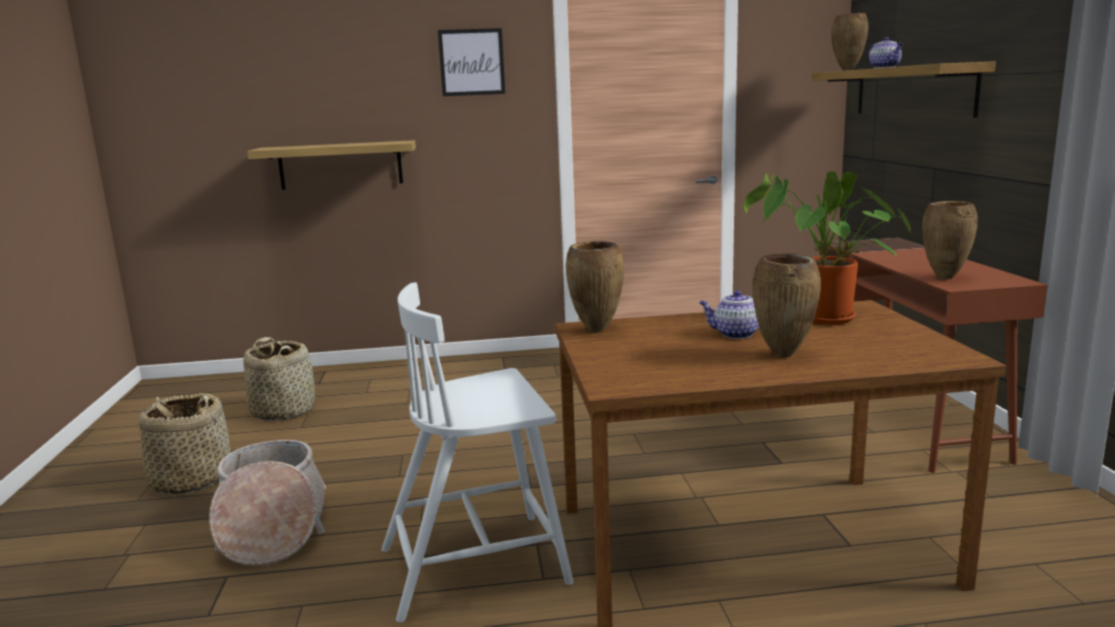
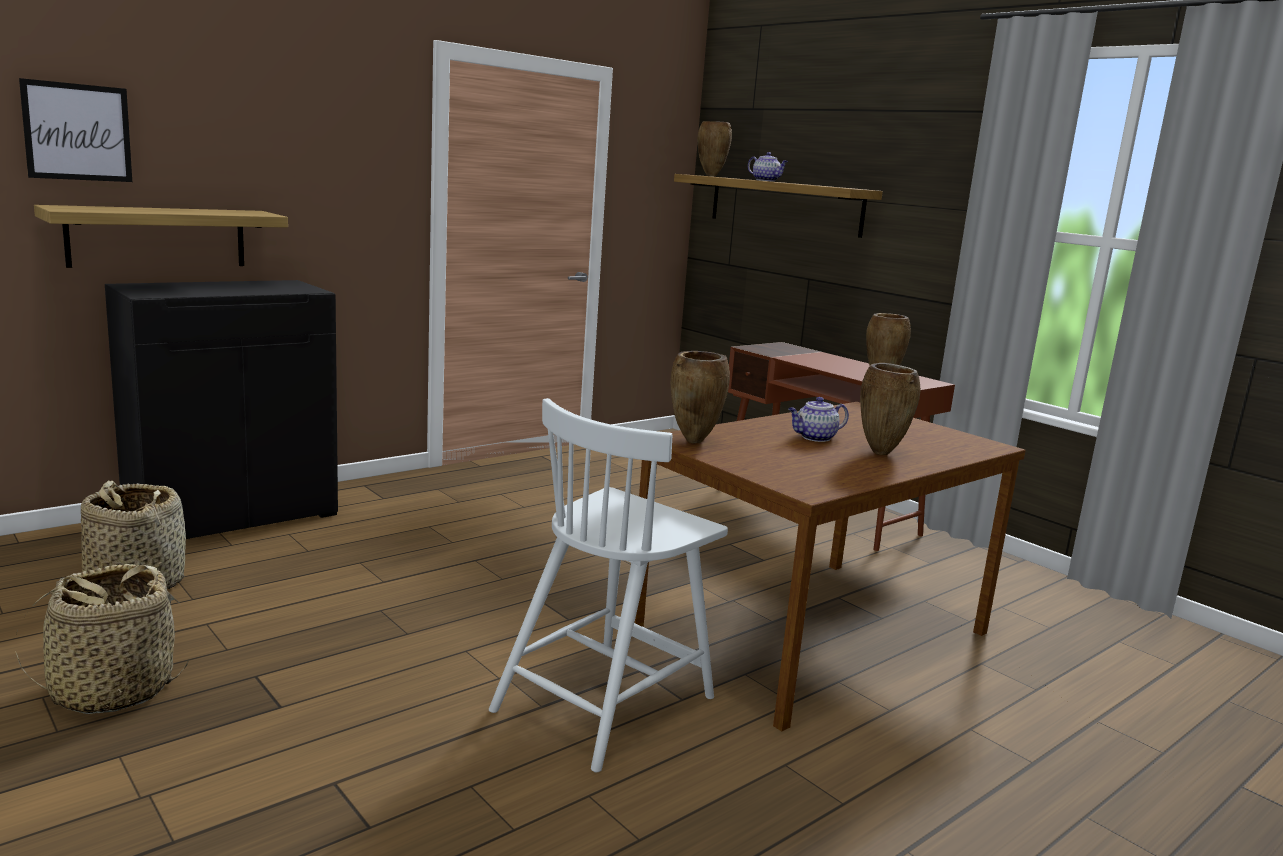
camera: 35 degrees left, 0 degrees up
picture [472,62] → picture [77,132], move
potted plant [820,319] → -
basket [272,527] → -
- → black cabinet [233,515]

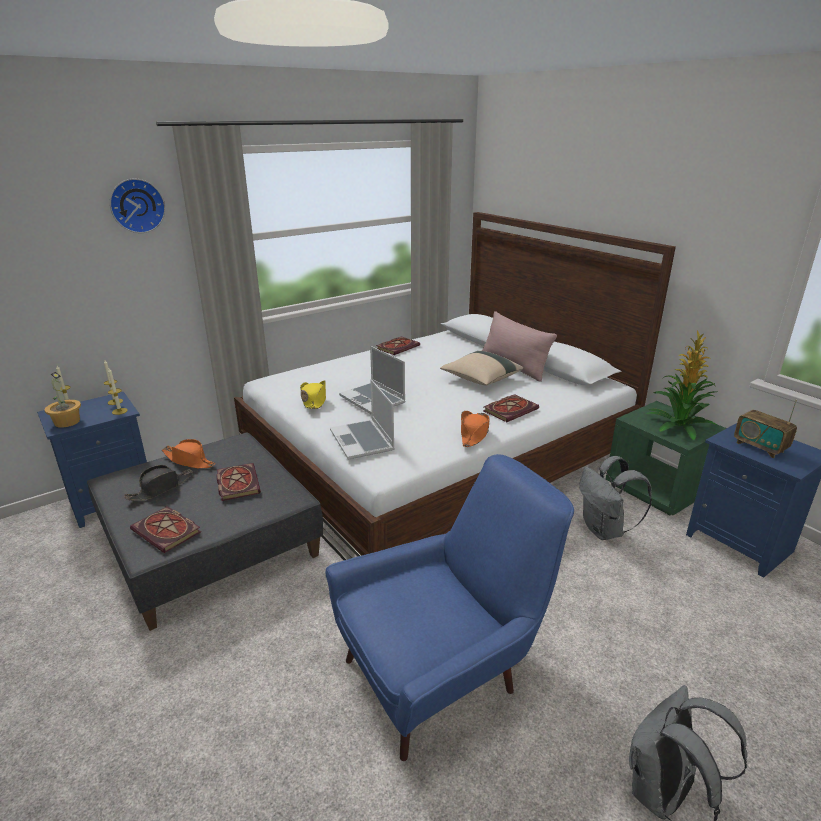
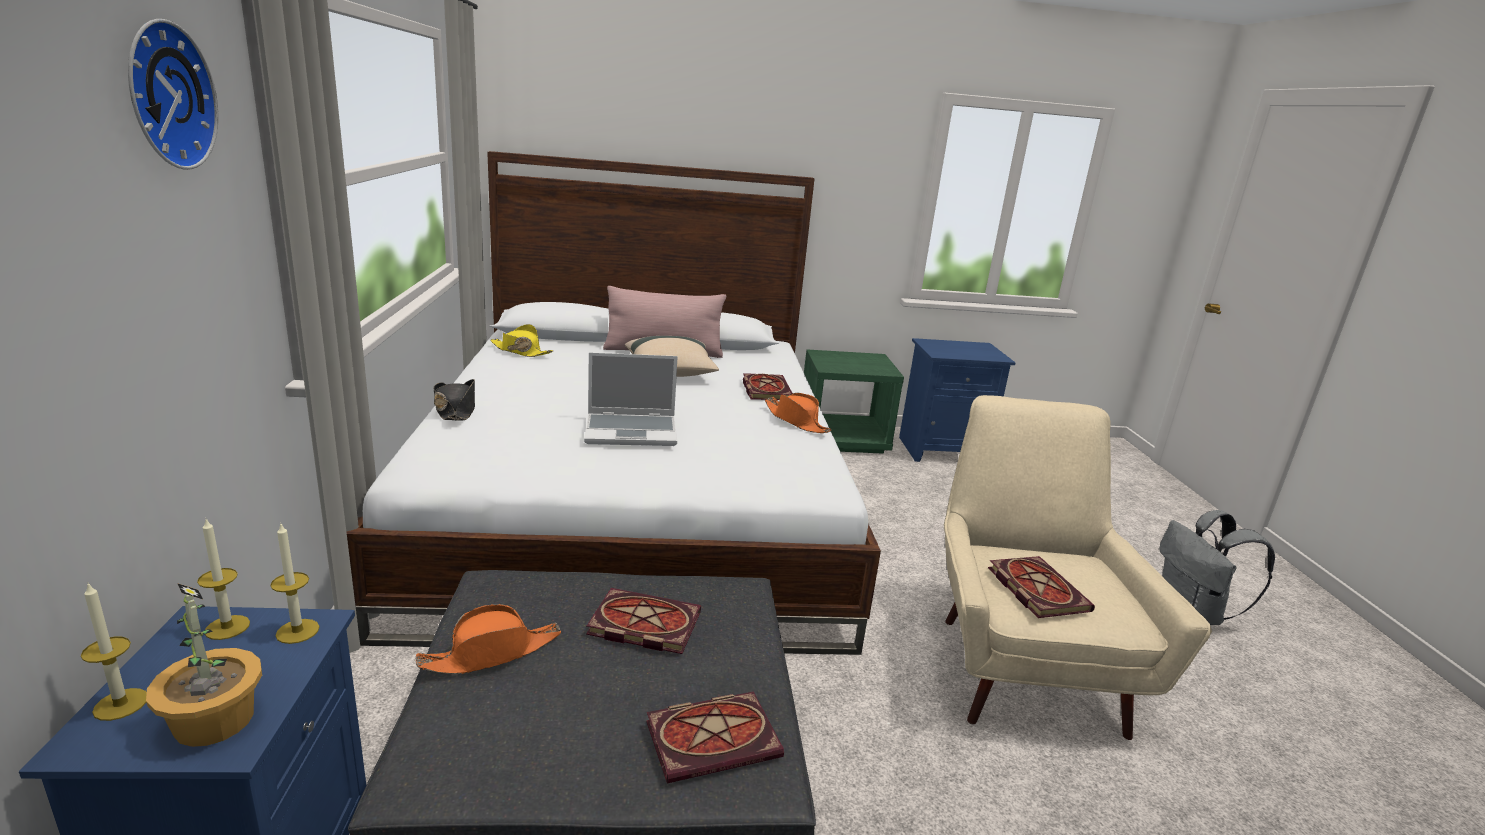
camera: 60 degrees left, 5 degrees down
potted plant [678,425] → -
book [398,347] → book [1034,588], move
laptop [363,441] → -
yellow hat [314,400] → yellow hat [520,351], move
radio [760,447] → -
blue armchair [444,671] → beige armchair [1019,660]
grey backpack [605,530] → -
black hat [161,488] → black hat [456,410], move

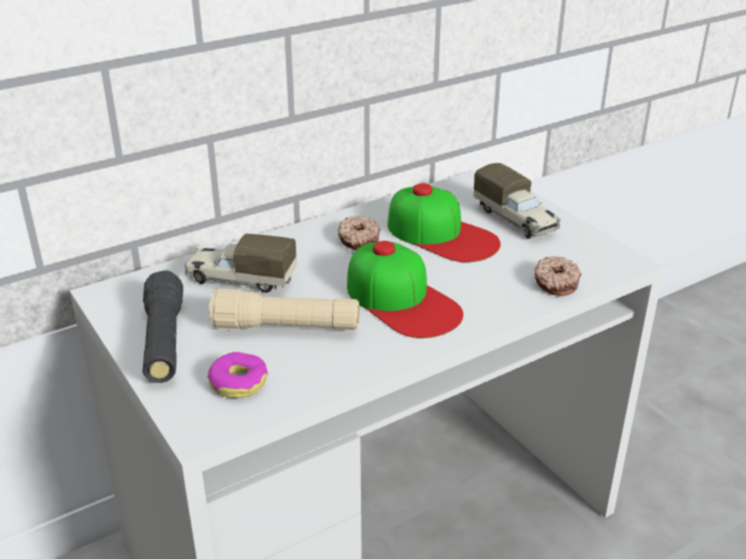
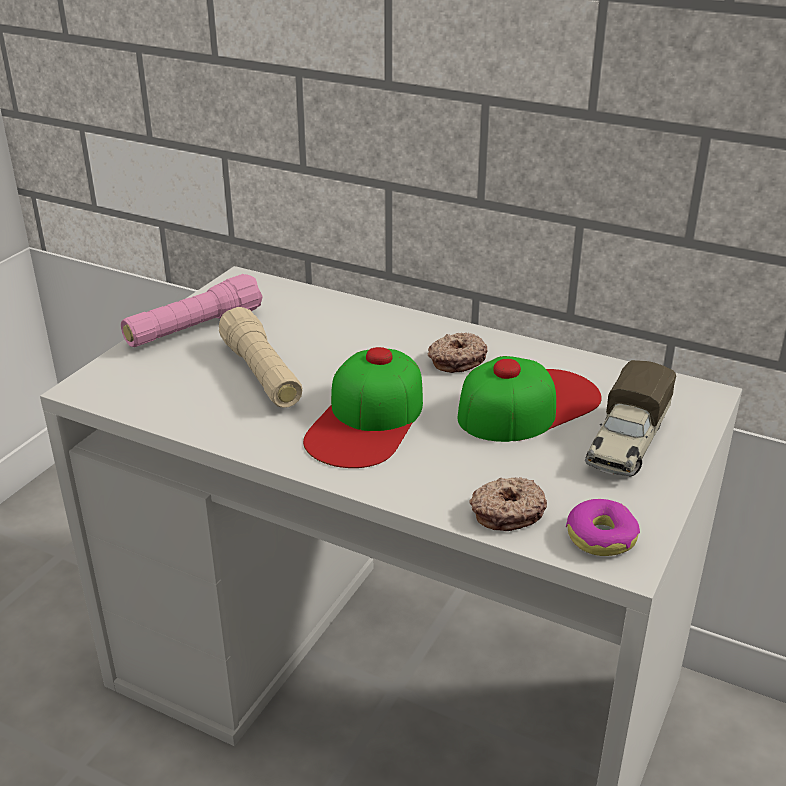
camera: 60 degrees right, 0 degrees up
cap [442,234] → cap [528,404], 135 degrees counterclockwise
toy truck [240,279] → -
black flashlight [164,341] → pink flashlight [194,328]
donut [238,382] → donut [601,536], move

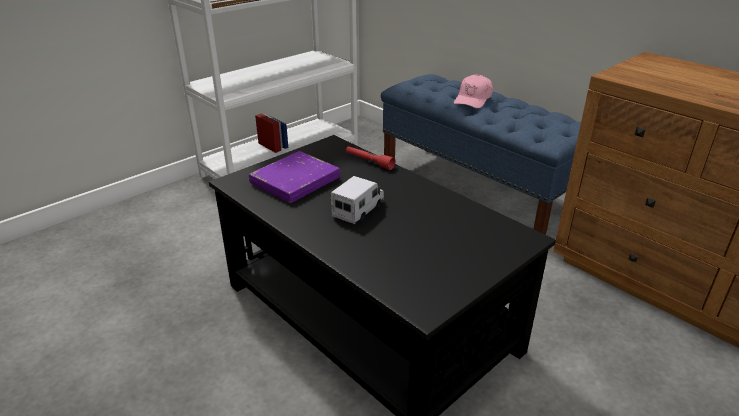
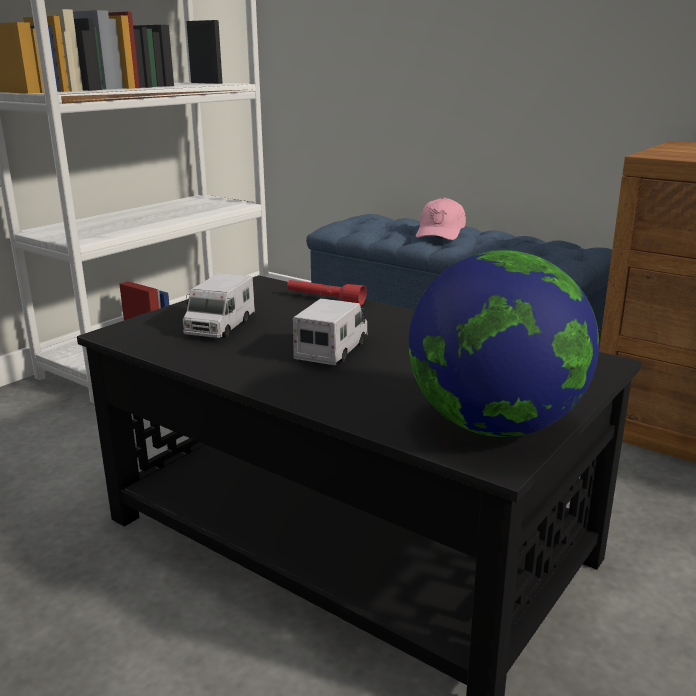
camera: 10 degrees left, 10 degrees down
purple book [295,181] → toy truck [220,326]
- → globe [495,426]

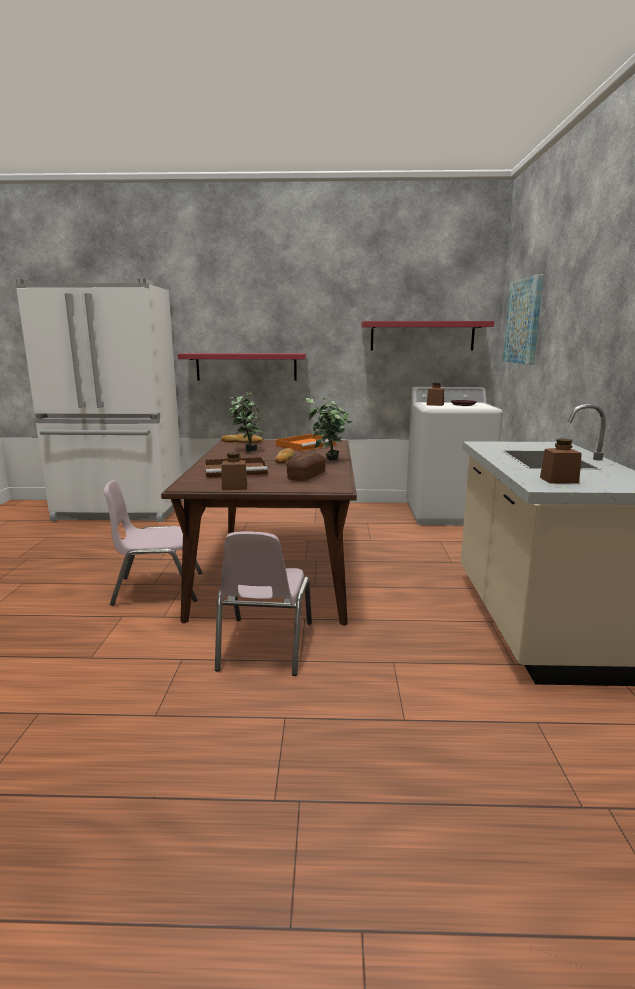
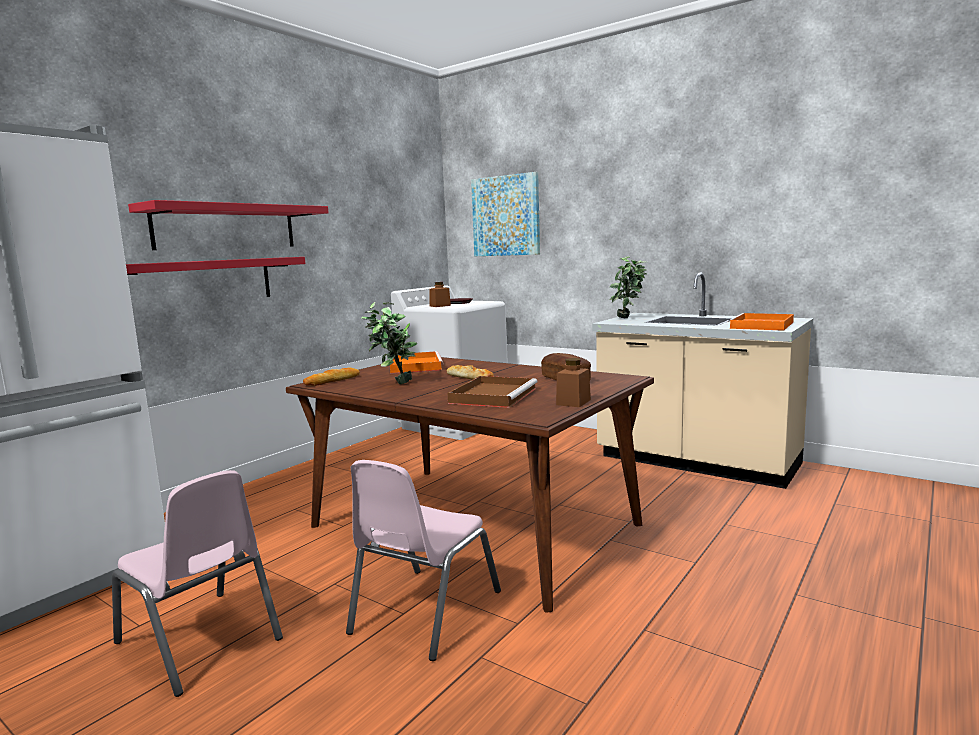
camera: 55 degrees left, 5 degrees down
red shelf [422,336] → red shelf [226,227], move
potted plant [328,461] → potted plant [628,318], move
brown jar [559,480] → orange tray [762,325]
pink chair [264,646] → pink chair [200,641], move

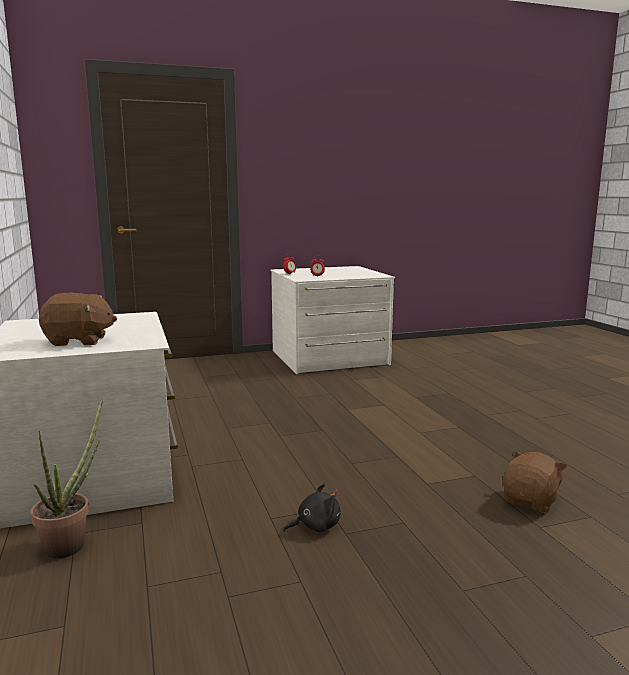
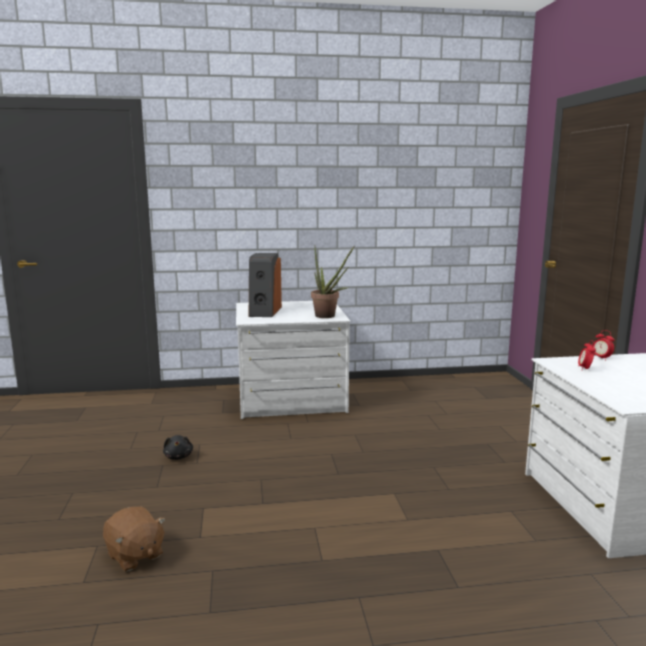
camera: 100 degrees right, 0 degrees up
brown plush toy [79,341] → speaker [264,311]
potted plant [71,543] → potted plant [328,316], move

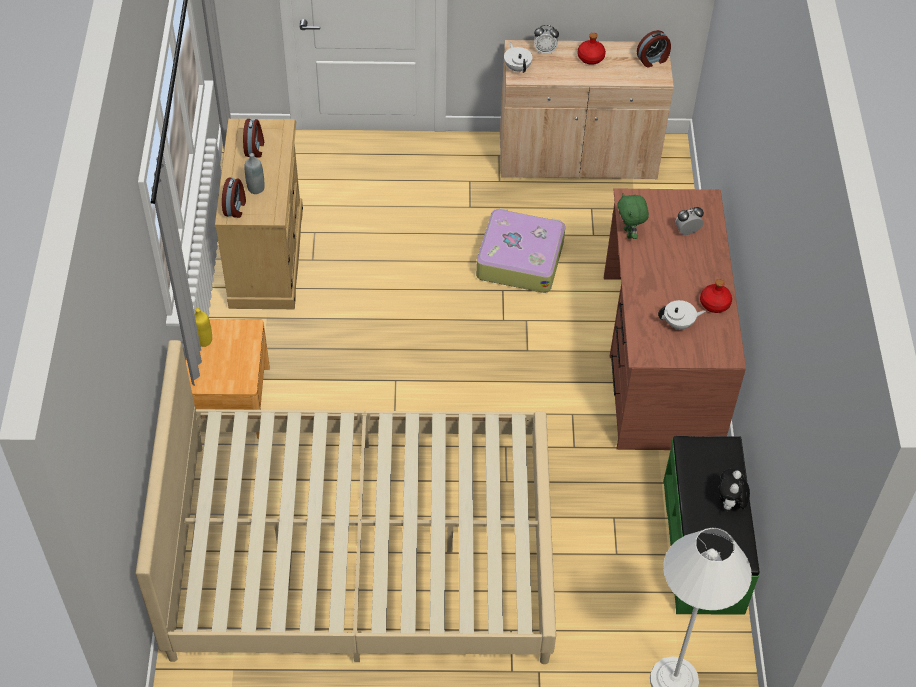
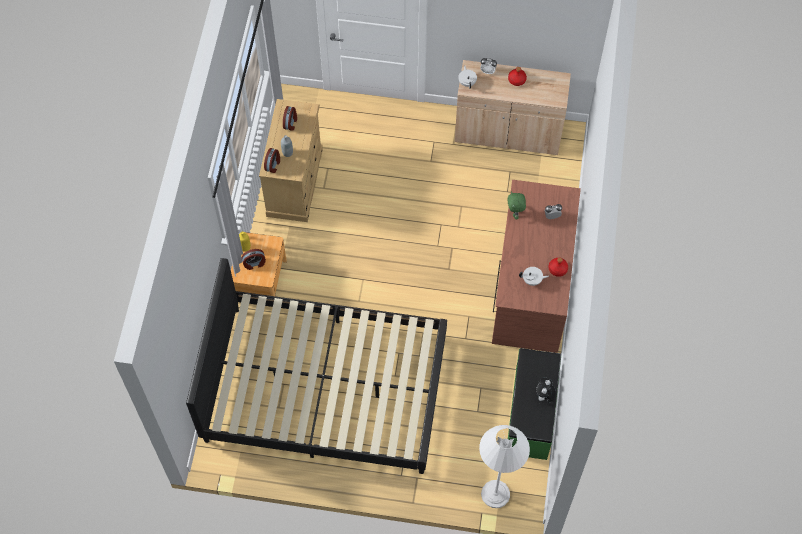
camera: 10 degrees right, 10 degrees up
alarm clock [653,60] → alarm clock [254,264], move
suitcase [519,259] → -
beige bed [361,549] → black bed [325,388]

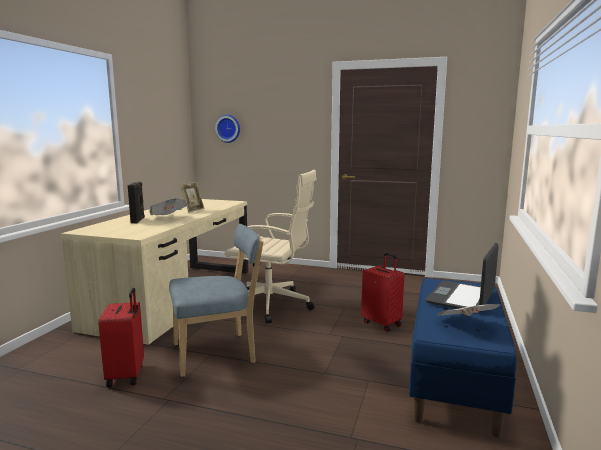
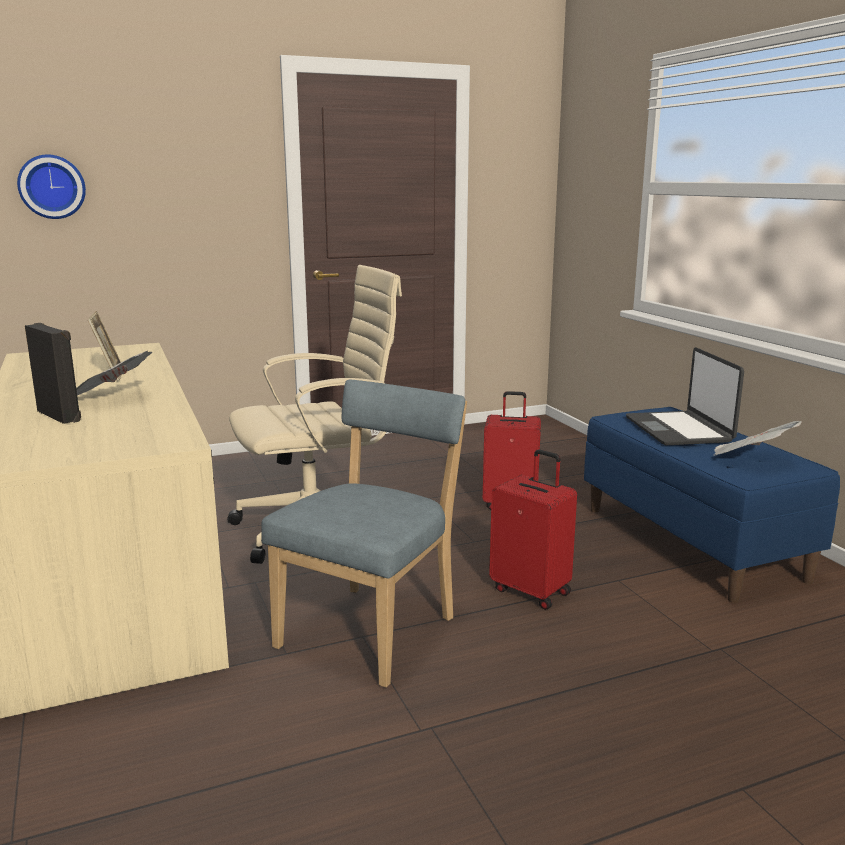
camera: 40 degrees left, 5 degrees up
red suitcase [127,375] → red suitcase [532,590], move

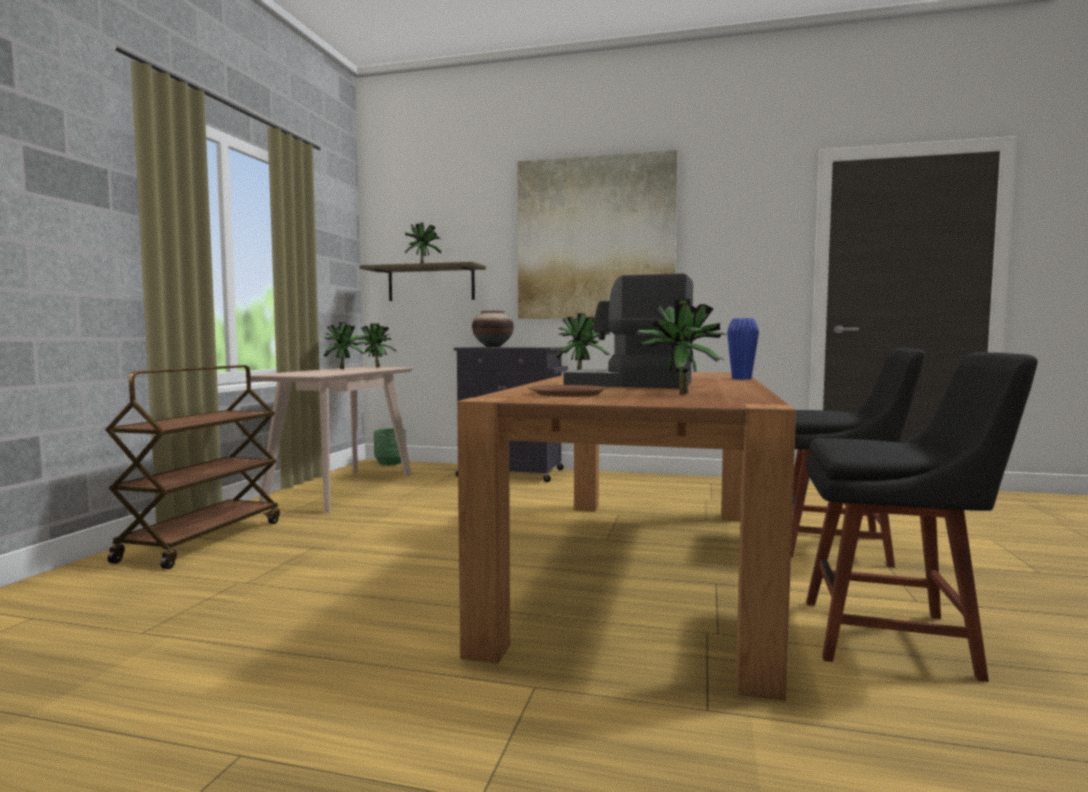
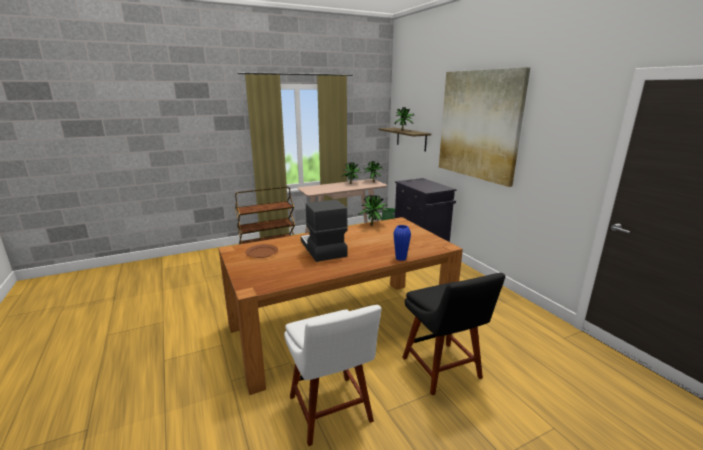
camera: 50 degrees right, 15 degrees up
potted plant [677,394] → -
vase [493,346] → -
black chair [896,638] → white chair [331,412]

